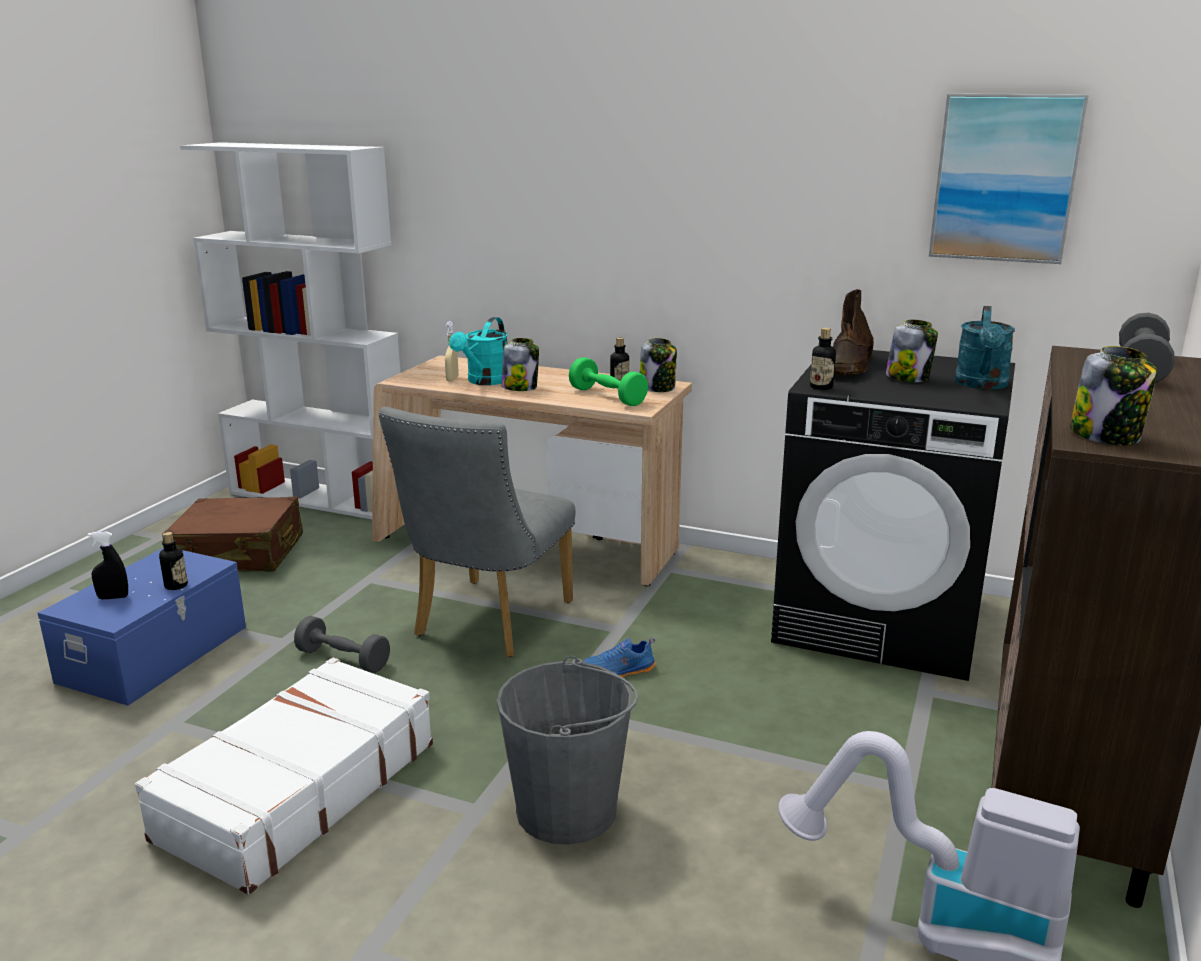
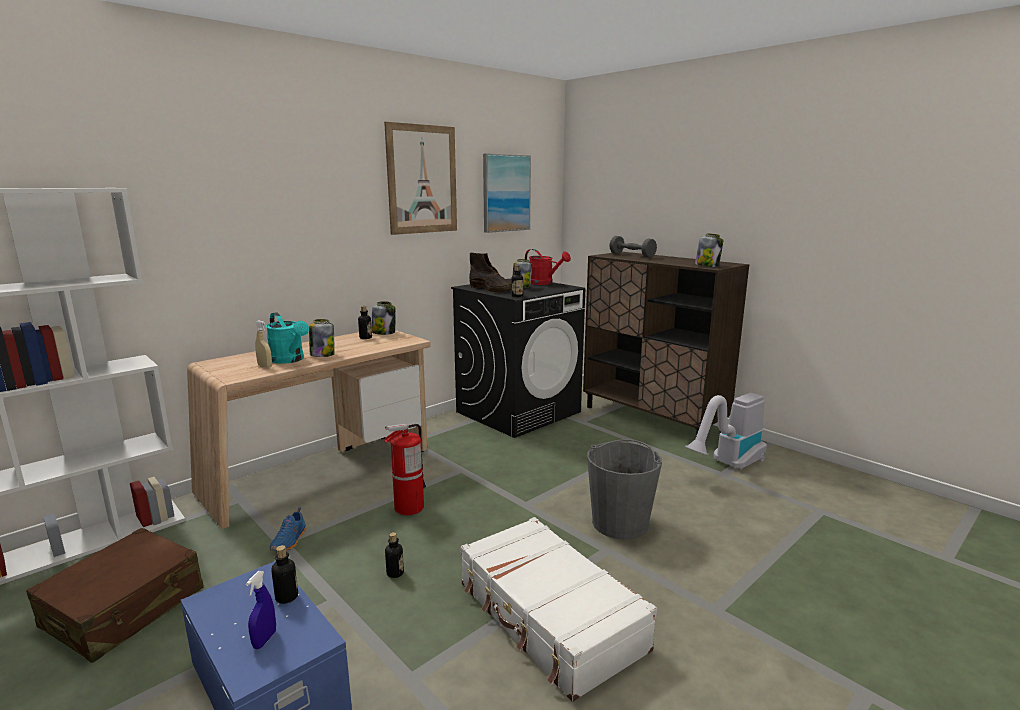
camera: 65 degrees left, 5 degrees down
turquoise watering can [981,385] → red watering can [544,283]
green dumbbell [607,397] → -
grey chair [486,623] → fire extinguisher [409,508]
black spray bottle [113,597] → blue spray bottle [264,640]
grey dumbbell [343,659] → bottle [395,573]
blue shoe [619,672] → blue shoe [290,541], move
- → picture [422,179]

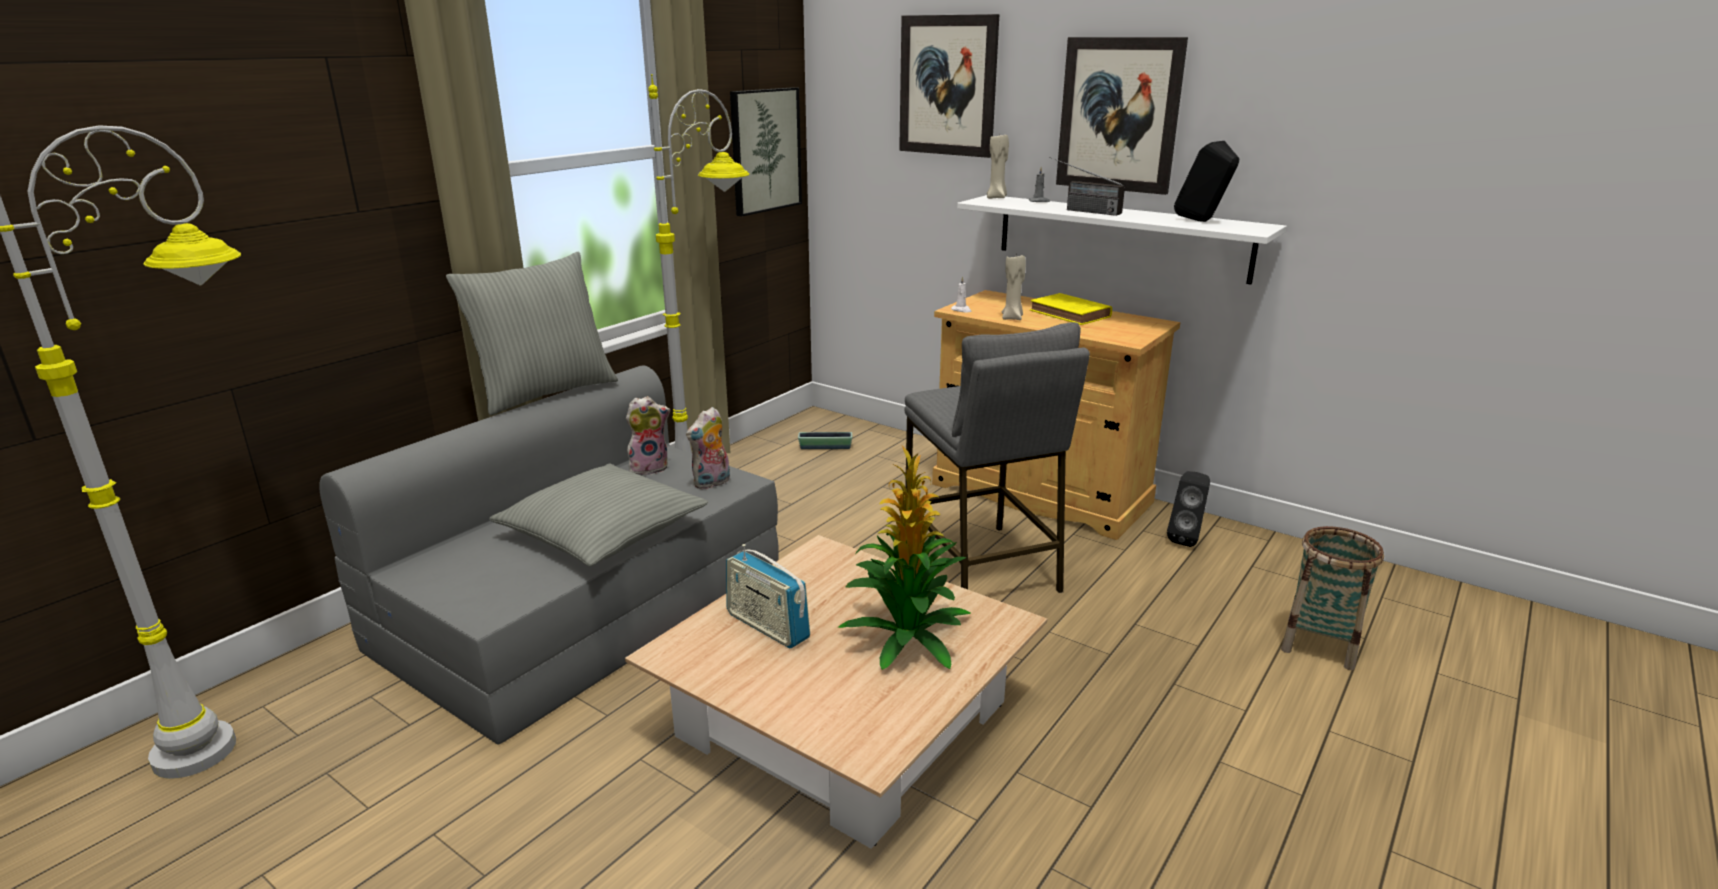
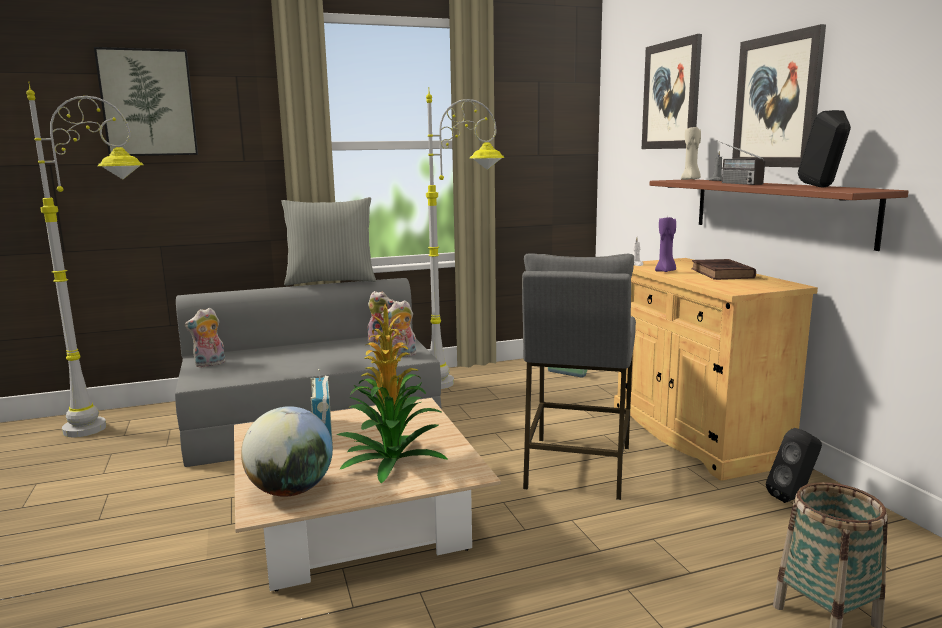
camera: 35 degrees right, 10 degrees down
picture [765,150] → picture [148,103], move
white shelf [1120,237] → brown shelf [777,209]
beige candle [1012,318] → purple candle [665,271]
yellow book [1071,314] → brown book [722,274]
grey pillow [603,531] → -
- → plush toy [209,364]
- → globe [291,491]

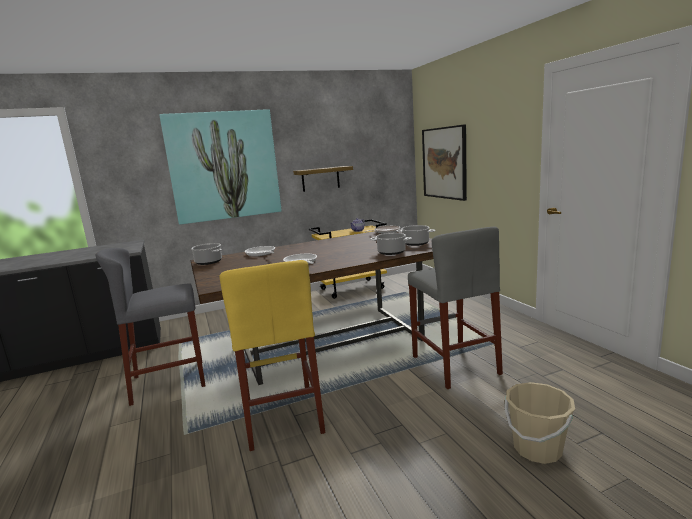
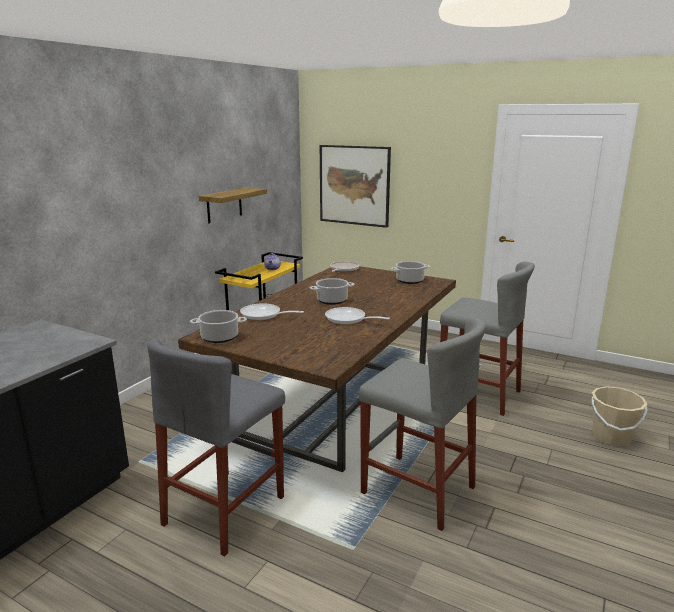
camera: 40 degrees left, 5 degrees up
picture [224,166] → -
cooking pot [391,252] → cooking pot [331,301], move
yellow stool [282,416] → grey stool [417,490]

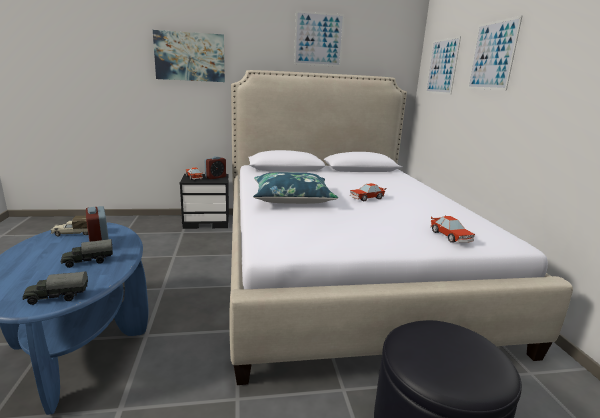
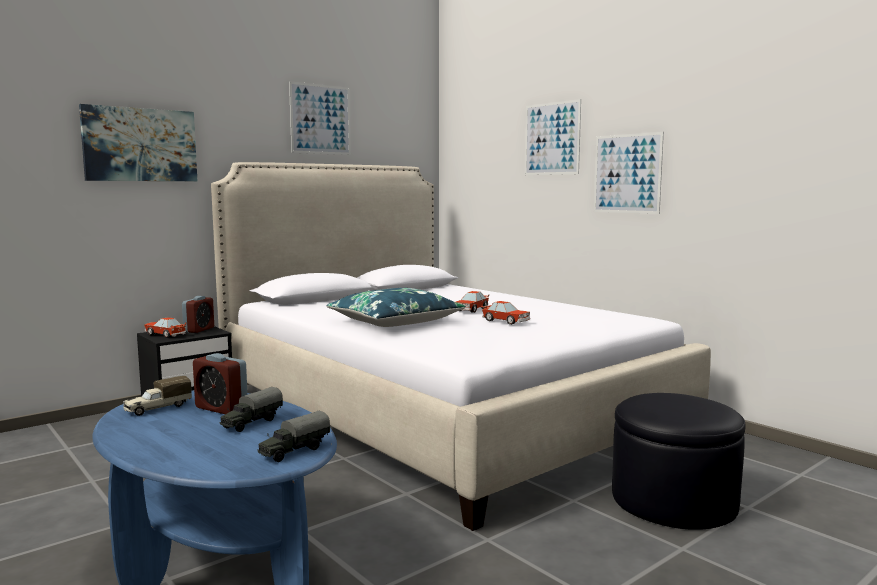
camera: 30 degrees left, 10 degrees down
picture [442,66] → picture [627,173], move
toy car [450,236] → toy car [506,321], move

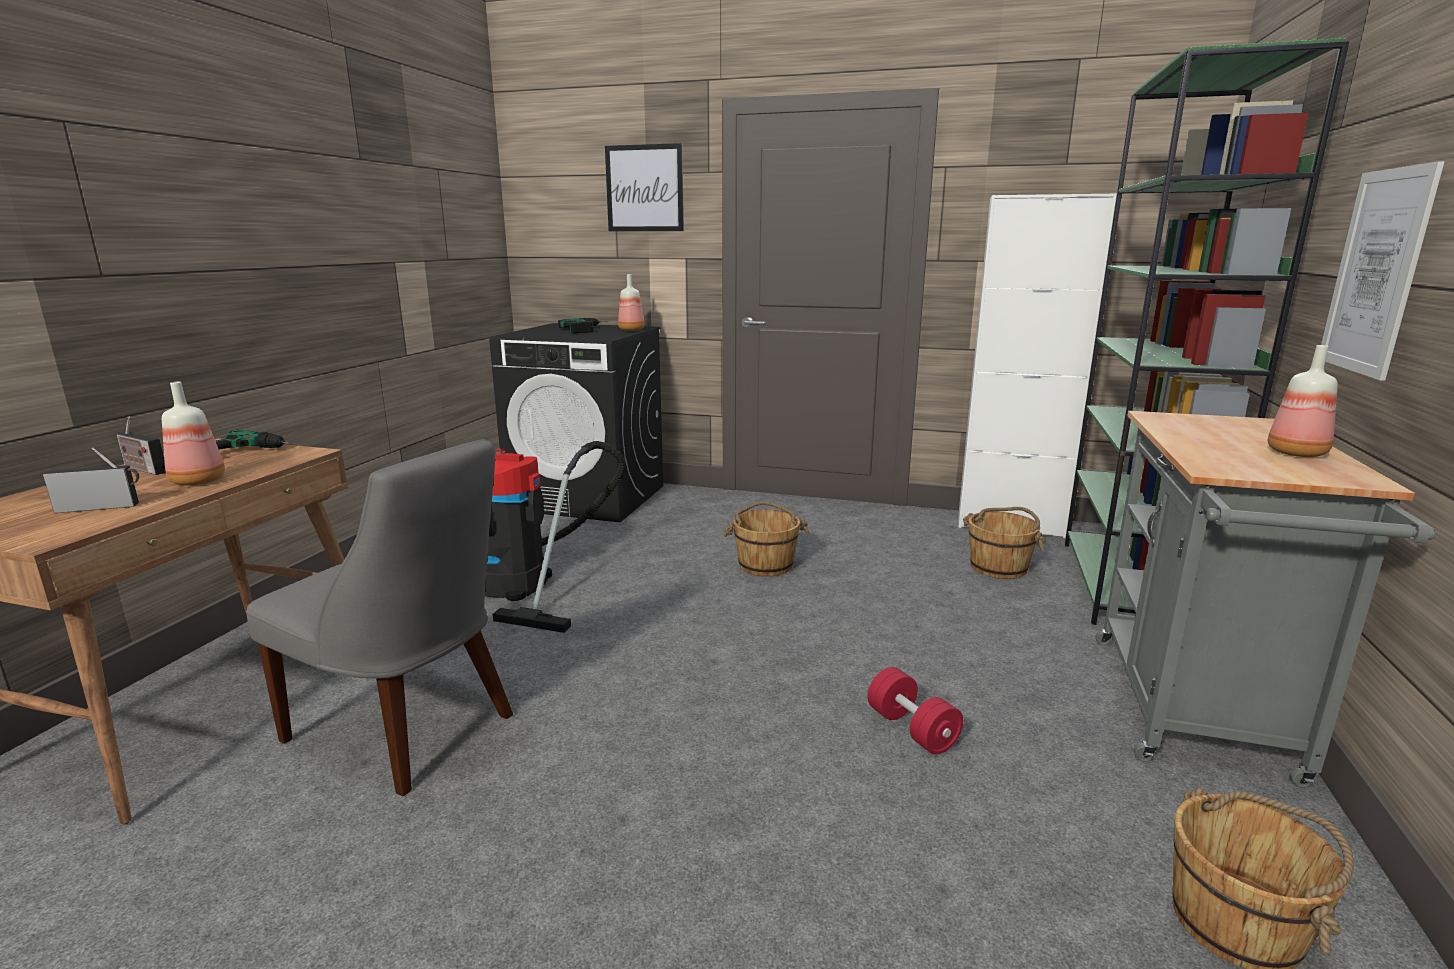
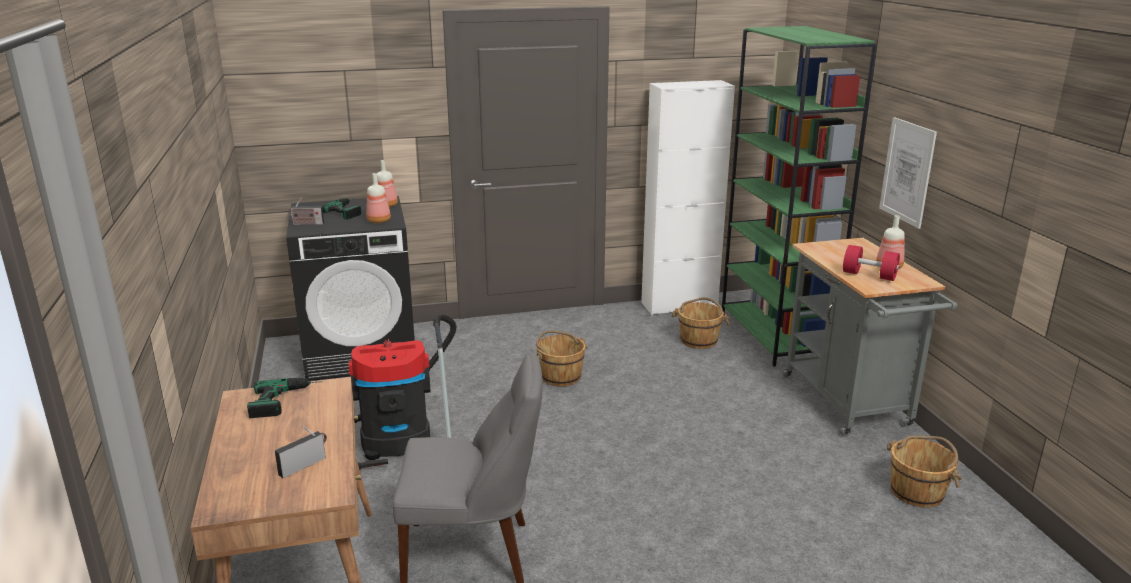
camera: 30 degrees left, 5 degrees up
picture [644,188] → -
bottle [200,481] → bottle [379,220], move
radio [143,469] → radio [306,224], move
red dumbbell [912,729] → red dumbbell [869,275], move

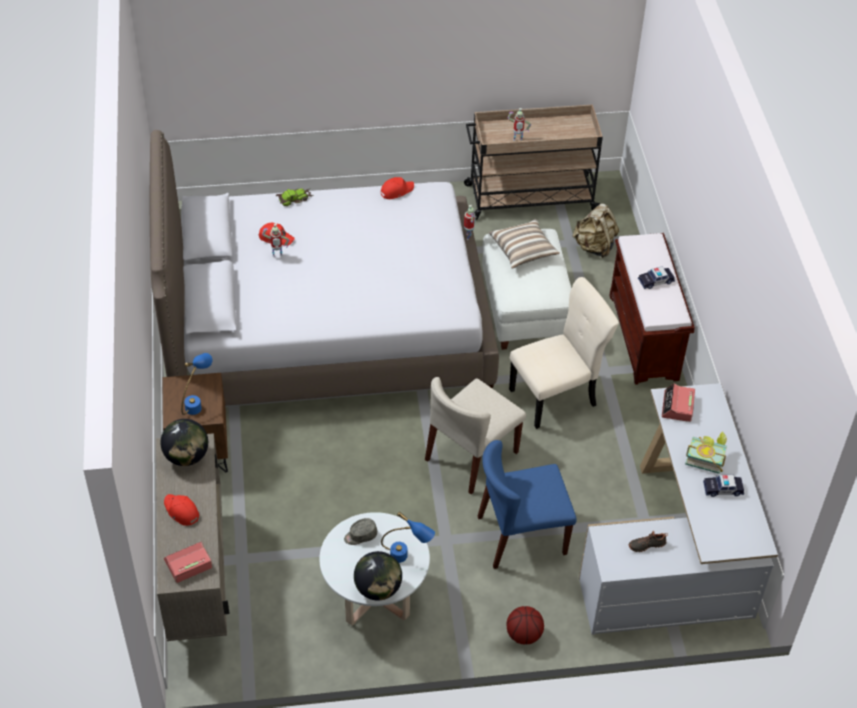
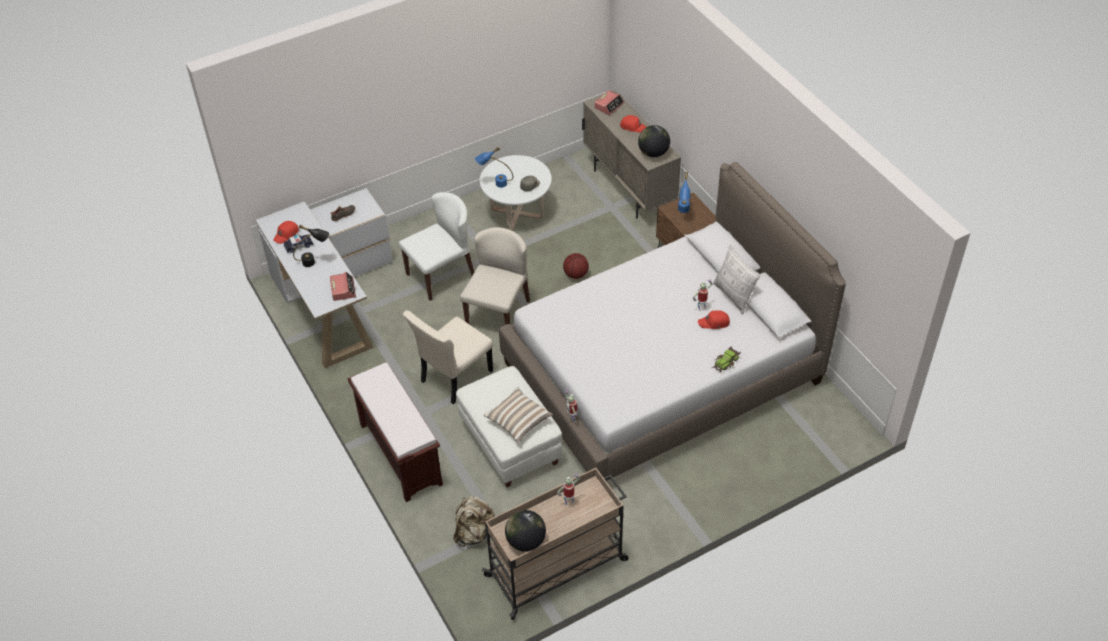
camera: 160 degrees right, 0 degrees up
red cap [396,191] → red cap [286,234], move
toy car [655,281] → -
book [705,457] → black table lamp [314,262]
blue chair [521,536] → white chair [441,275]
globe [378,589] → globe [526,541], move
basketball [524,635] → basketball [575,274], move
- → pillow [733,296]

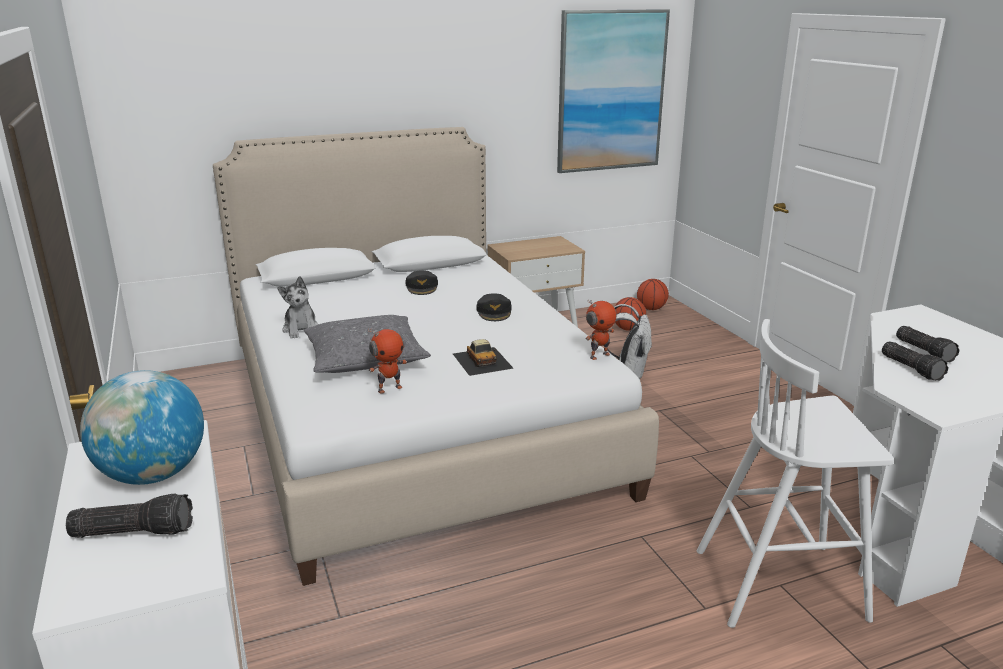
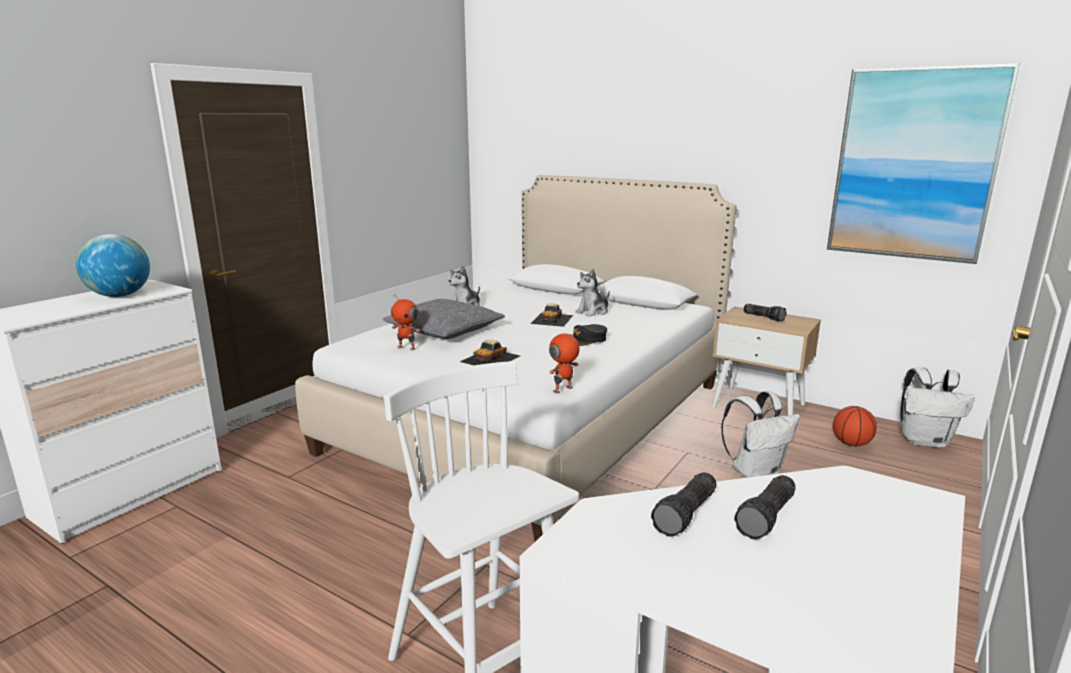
camera: 55 degrees right, 5 degrees down
black cap [422,287] → plush toy [593,312]
basketball [651,309] → white backpack [925,441]
toy robot [599,355] → toy robot [563,390], 120 degrees clockwise
flashlight [135,531] → flashlight [764,317], move
- → toy car [552,319]

